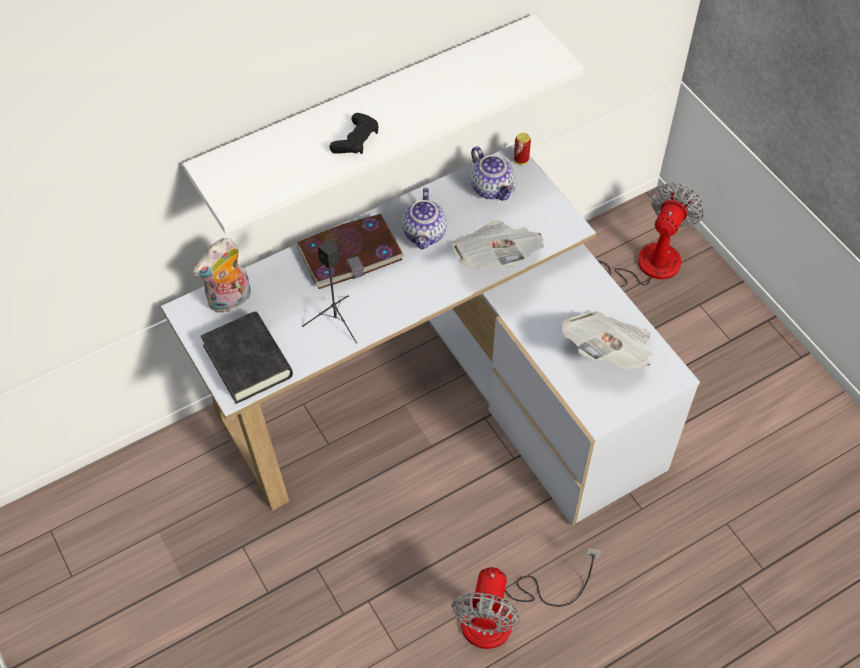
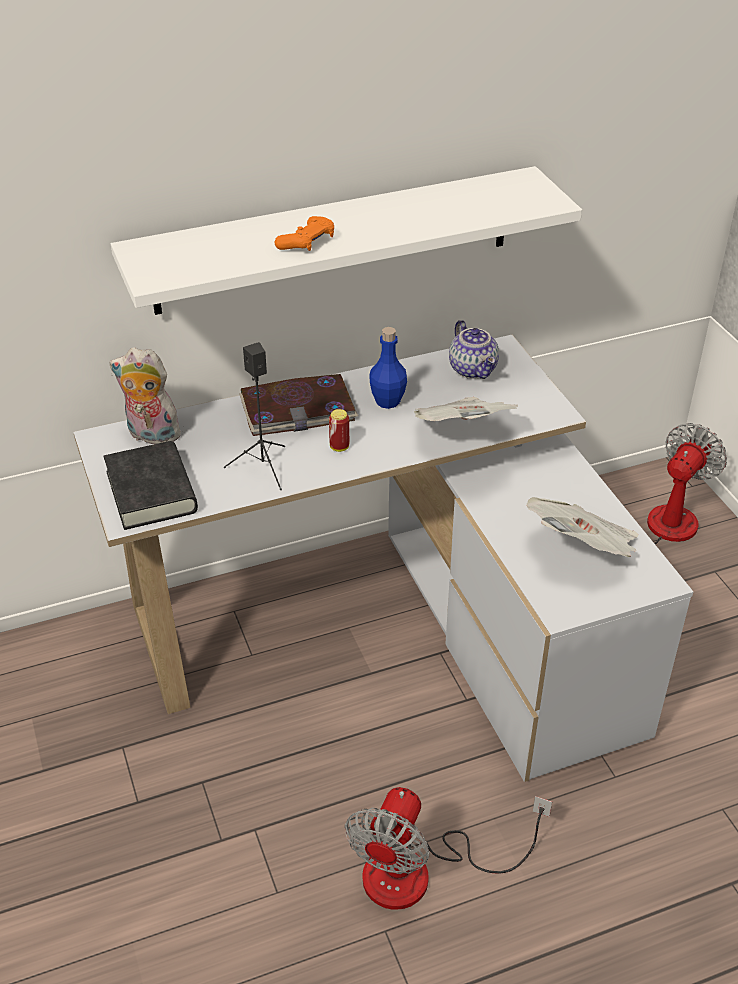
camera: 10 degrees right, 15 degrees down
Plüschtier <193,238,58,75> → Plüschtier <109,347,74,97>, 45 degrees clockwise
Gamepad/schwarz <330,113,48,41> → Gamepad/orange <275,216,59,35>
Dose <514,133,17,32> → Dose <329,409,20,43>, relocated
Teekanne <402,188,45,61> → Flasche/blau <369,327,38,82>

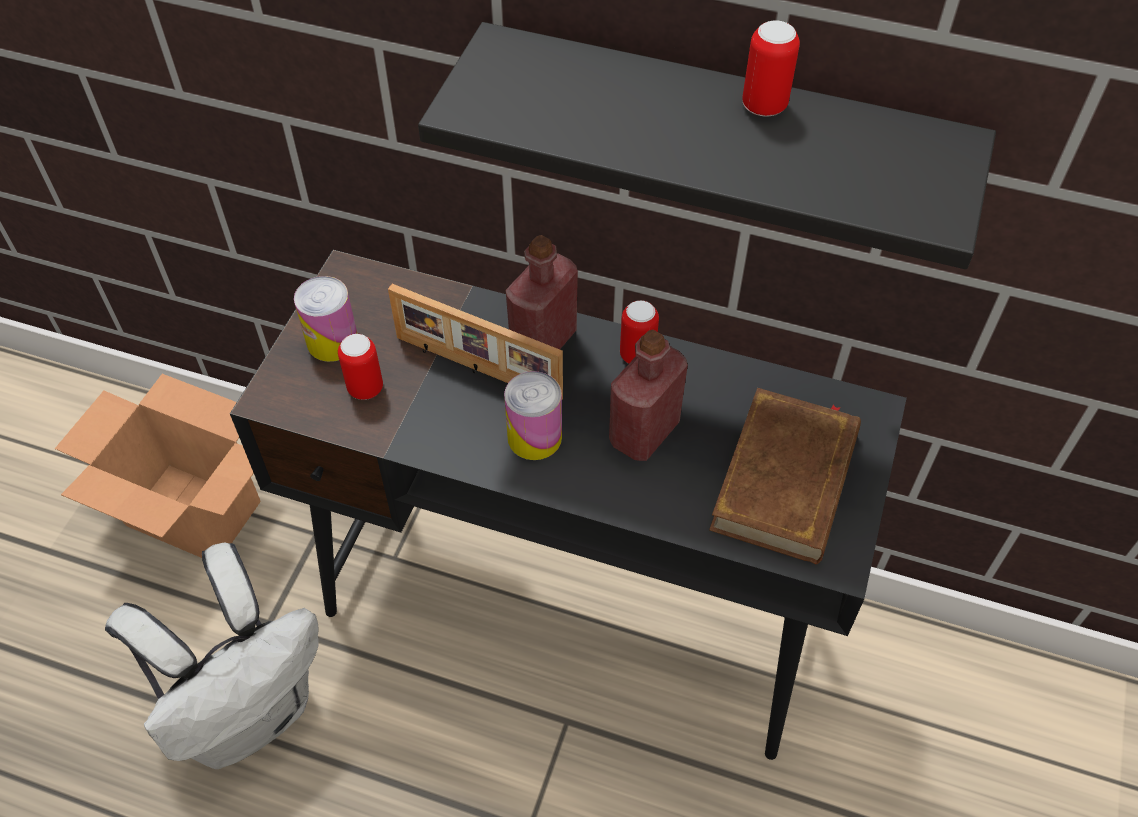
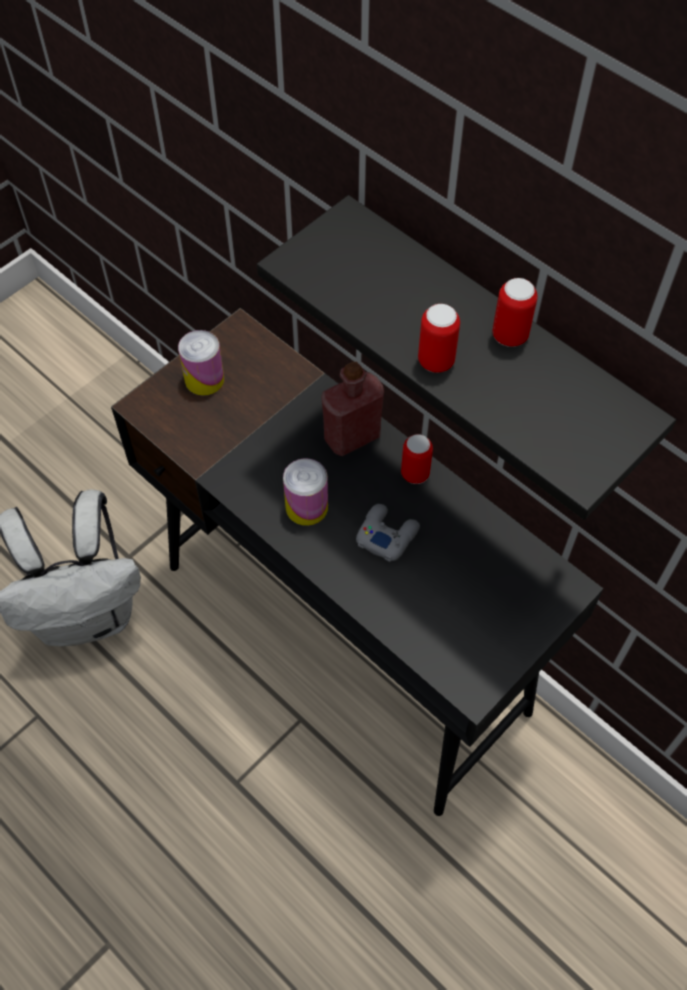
camera: 25 degrees right, 5 degrees up
Flasche/rot <609,330,79,131> → Gamepad/grau <356,504,64,58>
Dose <338,334,45,66> → Dose <418,304,42,69>, relocated
Karton <55,374,205,184> → -
Bilderrahmen <388,284,175,115> → -
Buch/braun <709,388,152,176> → -

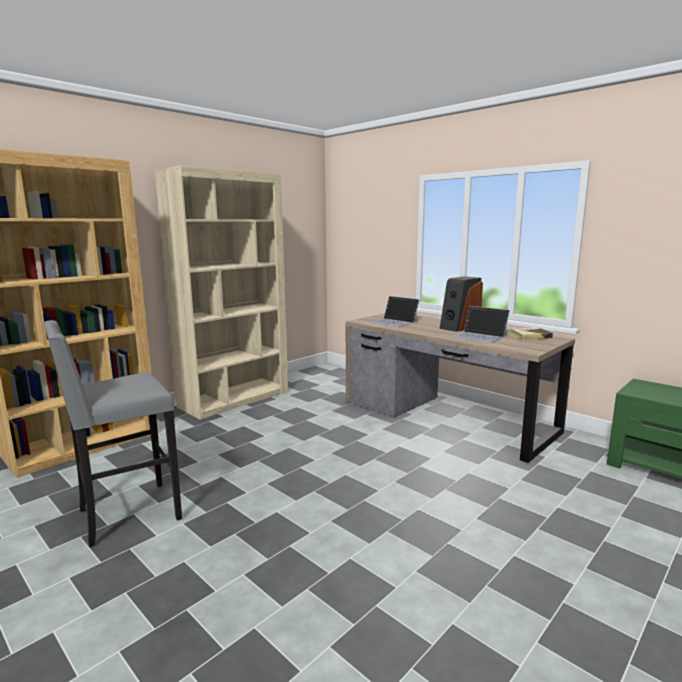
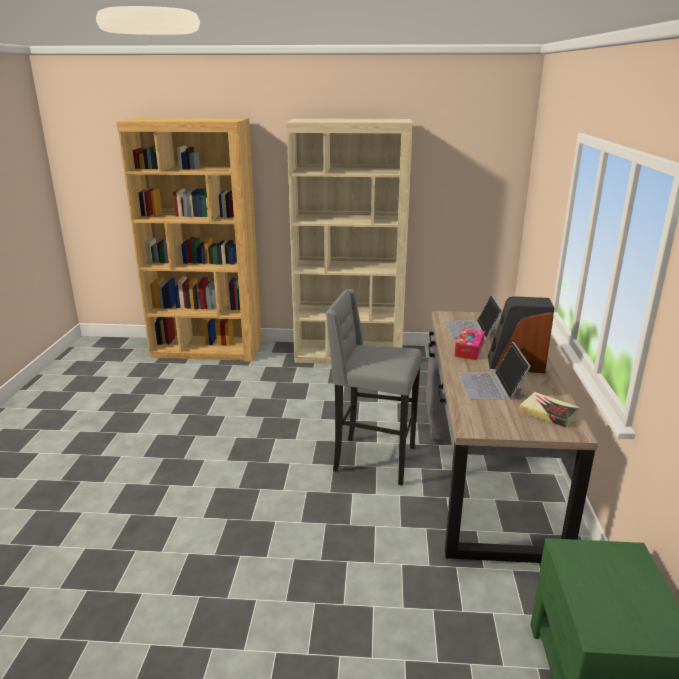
camera: 50 degrees right, 10 degrees up
Hocker/grau <43,320,139,227> → Hocker/grau <326,289,96,197>, relocated
- → Taschentuchbox <454,328,31,32>

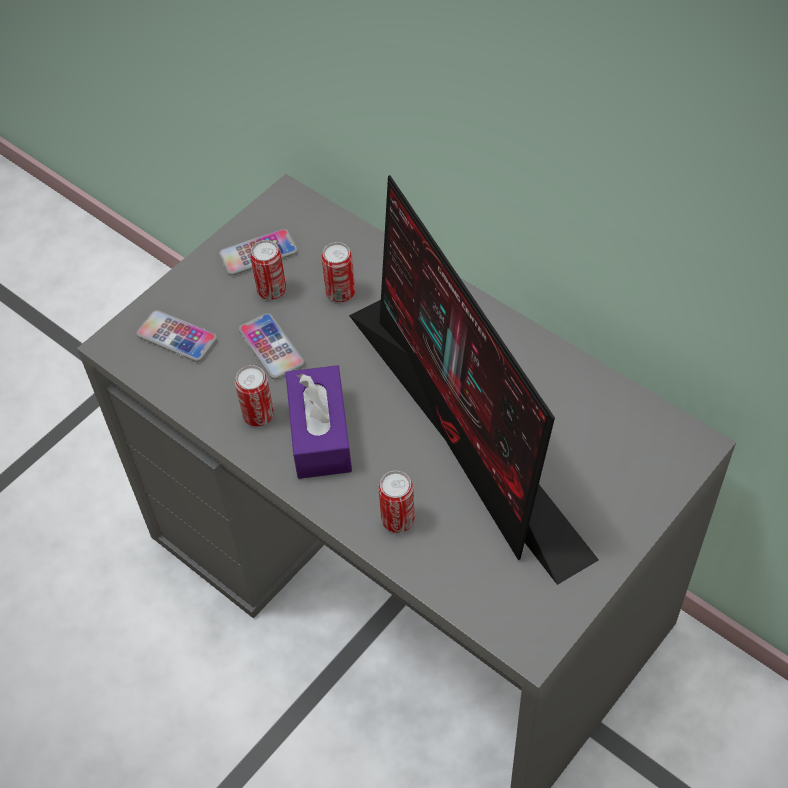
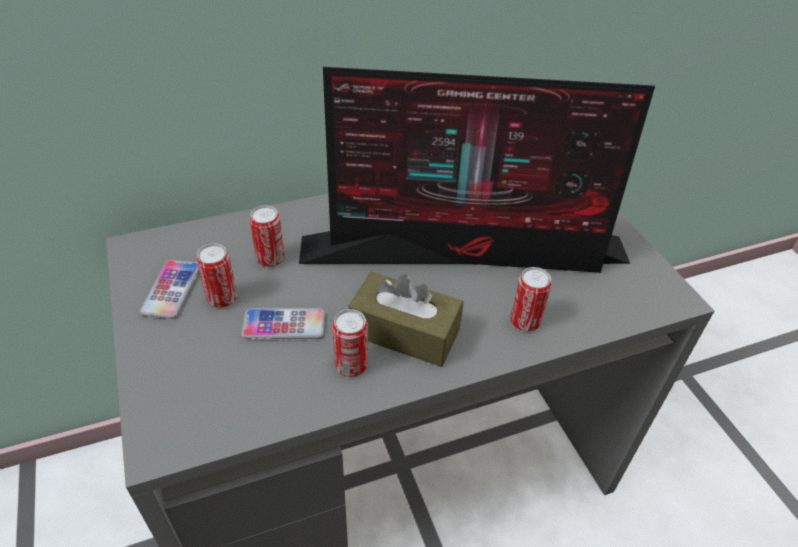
camera: 65 degrees left, 10 degrees down
Taschentuchbox/lila <286,365,66,114> → Taschentuchbox/braun <348,272,116,95>
Handy <136,310,81,52> → -

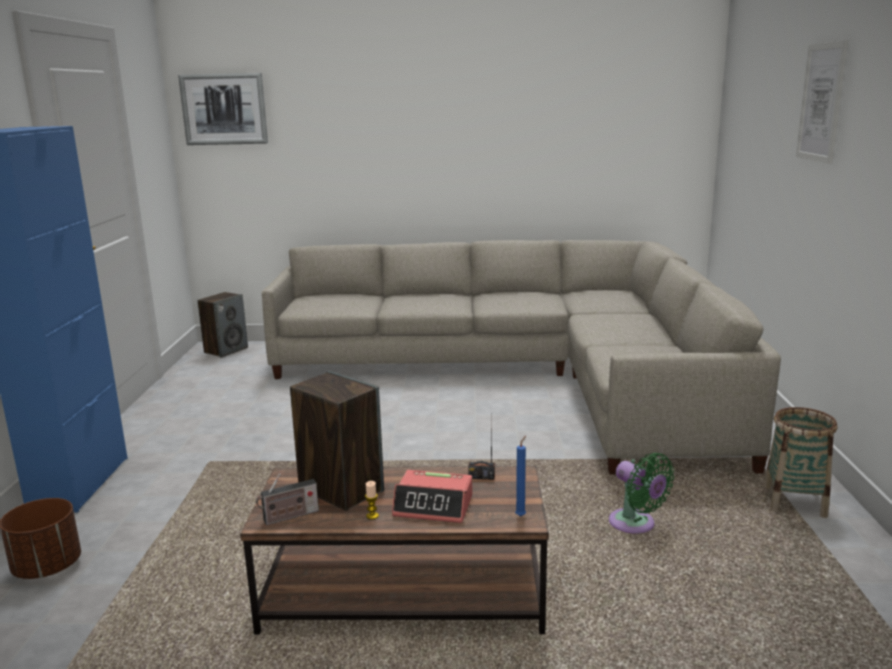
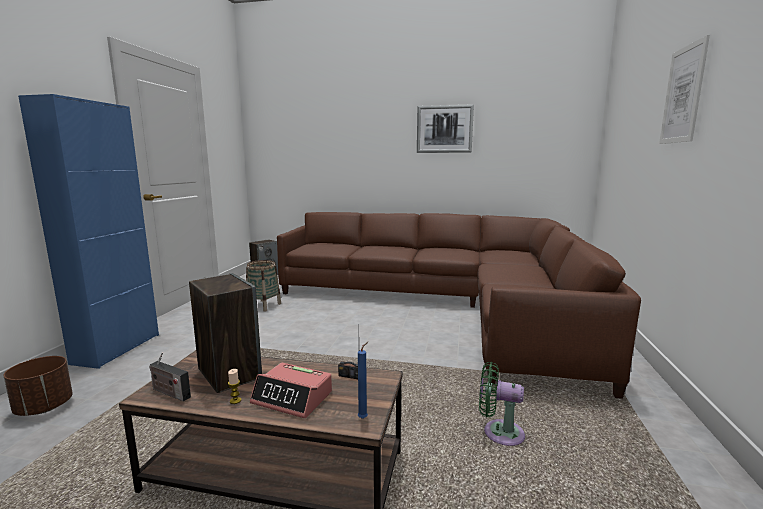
camera: 10 degrees right, 5 degrees down
Radio <256,473,63,52> → Radio <150,352,41,50>, 45 degrees clockwise
Korb <764,407,74,111> → Korb <246,260,35,51>, relocated
Sofa/grau <262,240,519,235> → Sofa/braun <277,212,364,187>
Bild <178,73,90,72> → Bild <417,104,57,49>, relocated
Ventilator/grün <609,453,65,81> → Ventilator/grün <479,362,46,84>, 135 degrees clockwise

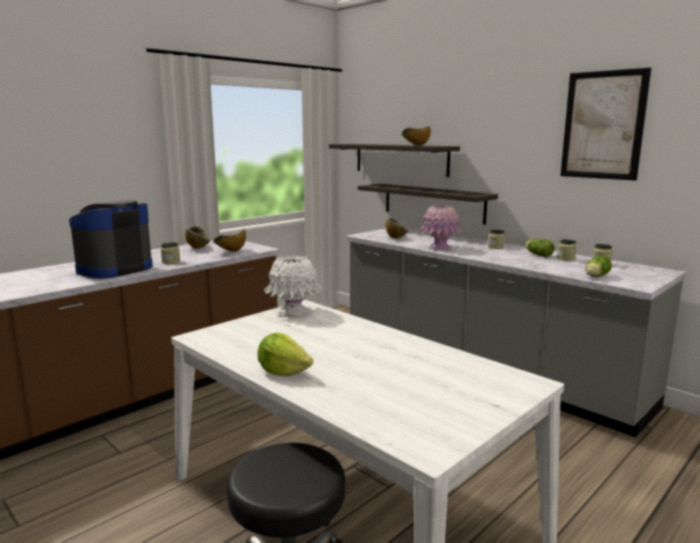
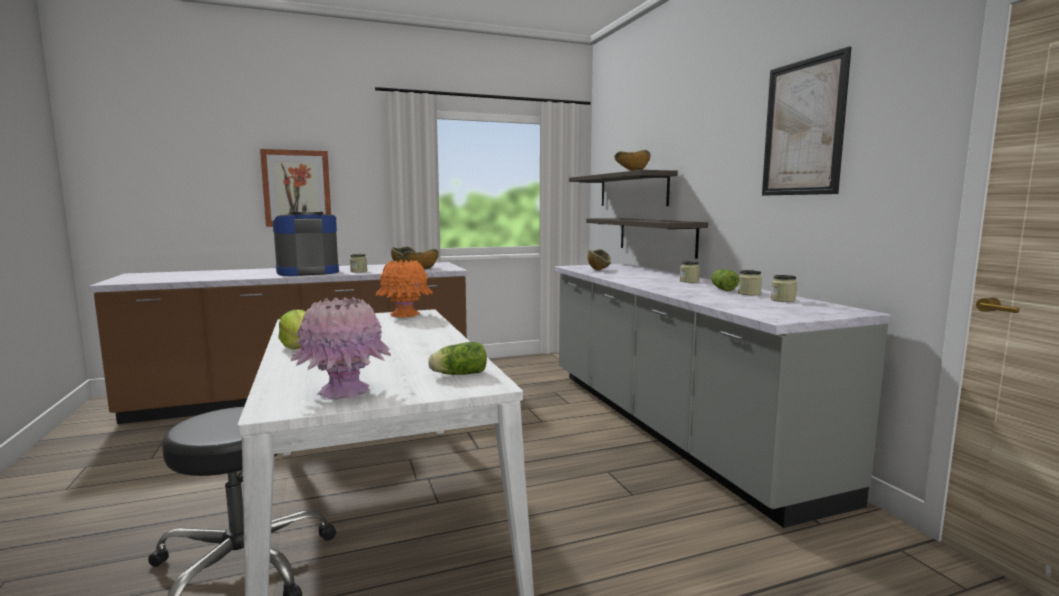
camera: 25 degrees right, 5 degrees down
- → Bild <260,149,71,78>
Vase/rosa <419,205,44,45> → Vase/rosa <291,297,100,102>, relocated
Vase/weiß <264,255,58,61> → Vase/orange <375,260,58,58>
Salatkopf <585,256,27,21> → Salatkopf <428,342,59,33>, relocated

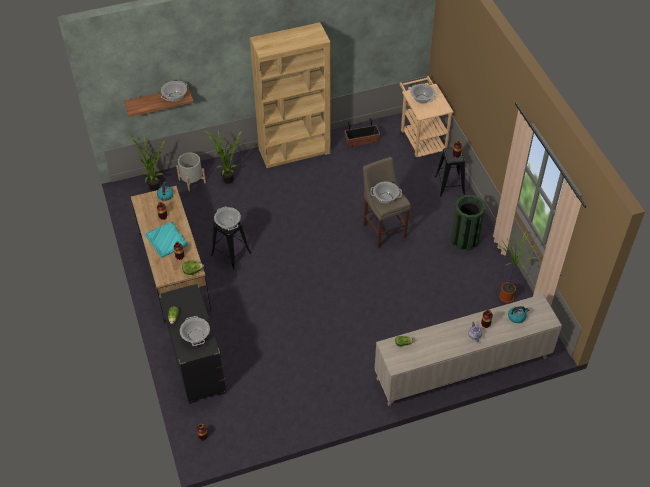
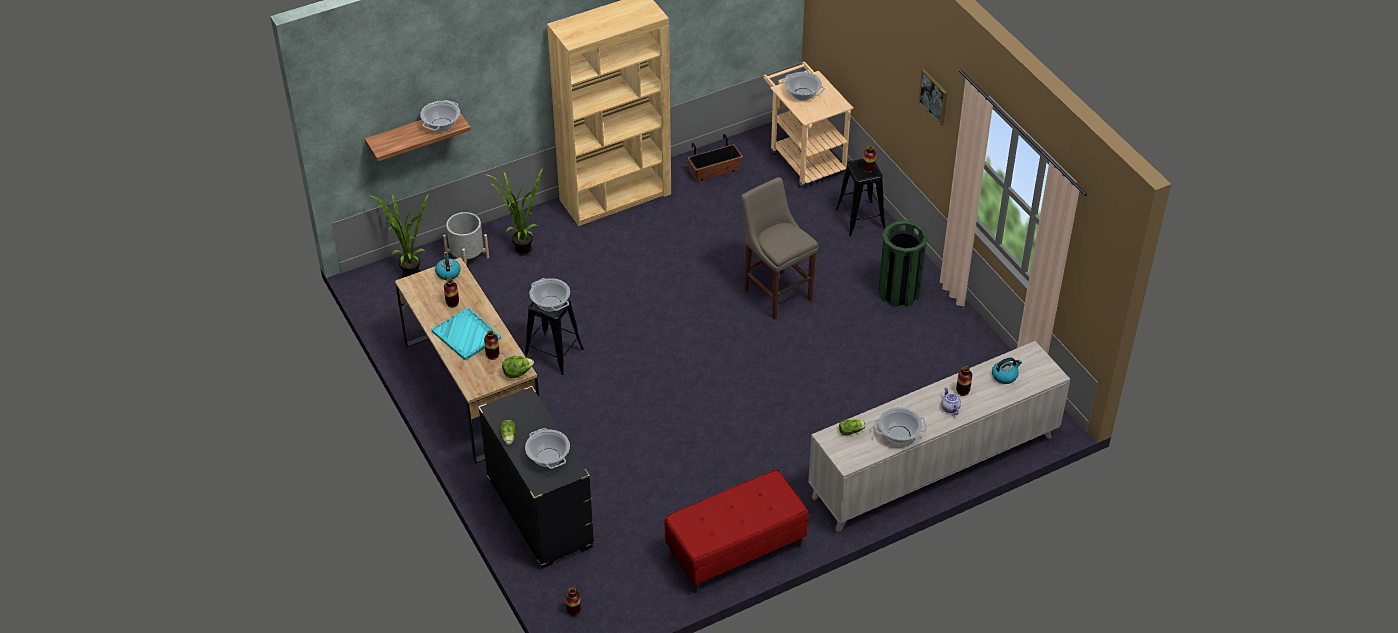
camera: 10 degrees left, 5 degrees down
- → Bank/rot <664,470,144,123>
Kochtopf <370,181,32,22> → Kochtopf <874,407,53,37>, relocated
- → Bild <918,69,29,57>
Topfpflanze <499,230,39,73> → -

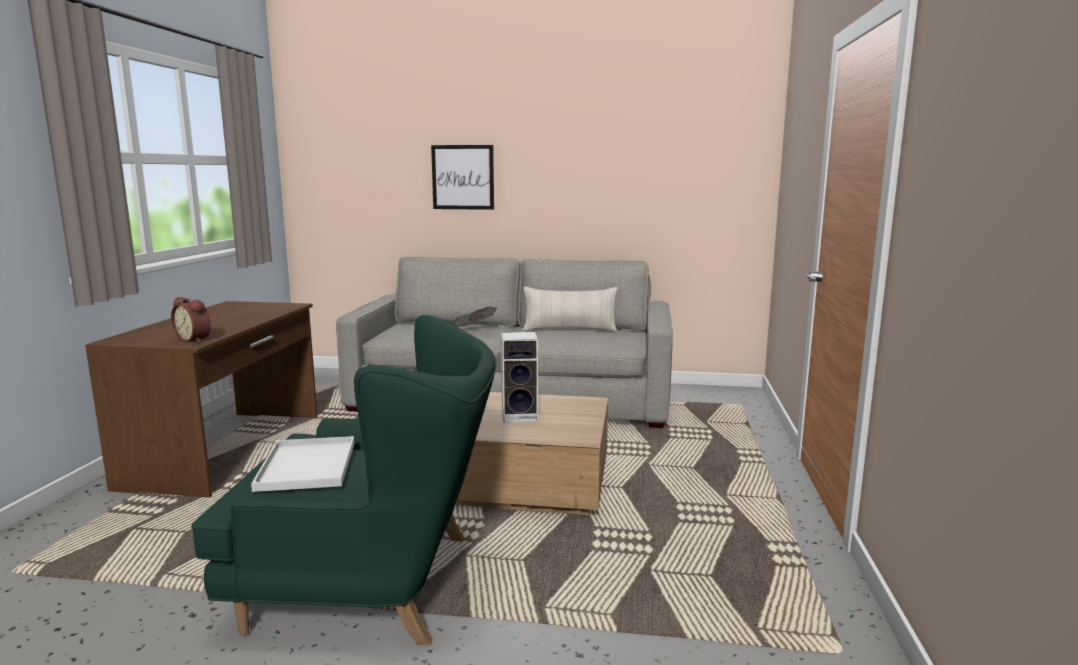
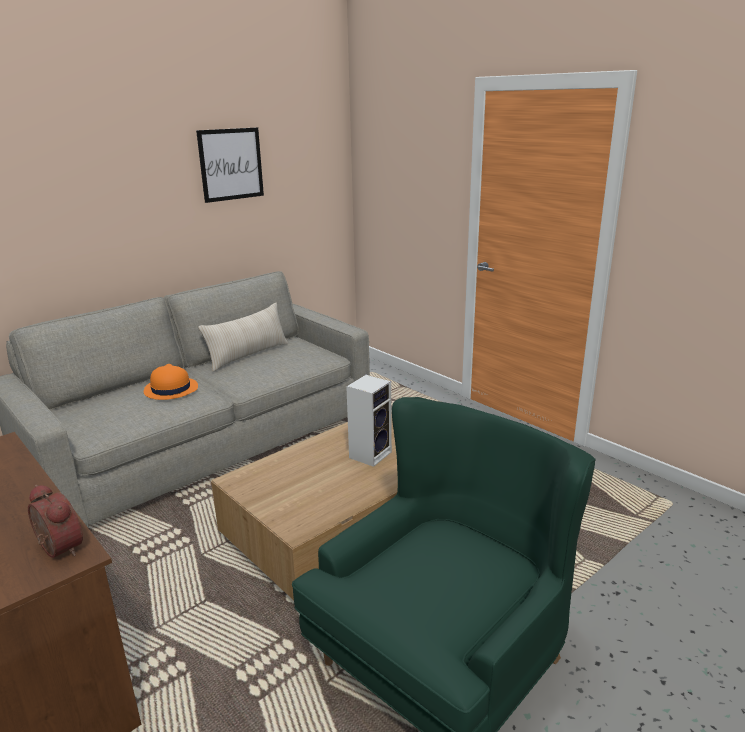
camera: 50 degrees left, 10 degrees up
Wecker <171,297,40,46> → Wecker <28,485,55,73>, 120 degrees counterclockwise
Zeitung <452,306,45,21> → Hut/orange <144,364,54,36>
Bild <431,145,63,65> → Bild <196,127,68,76>, relocated
Tablett/weiß <251,436,103,56> → -

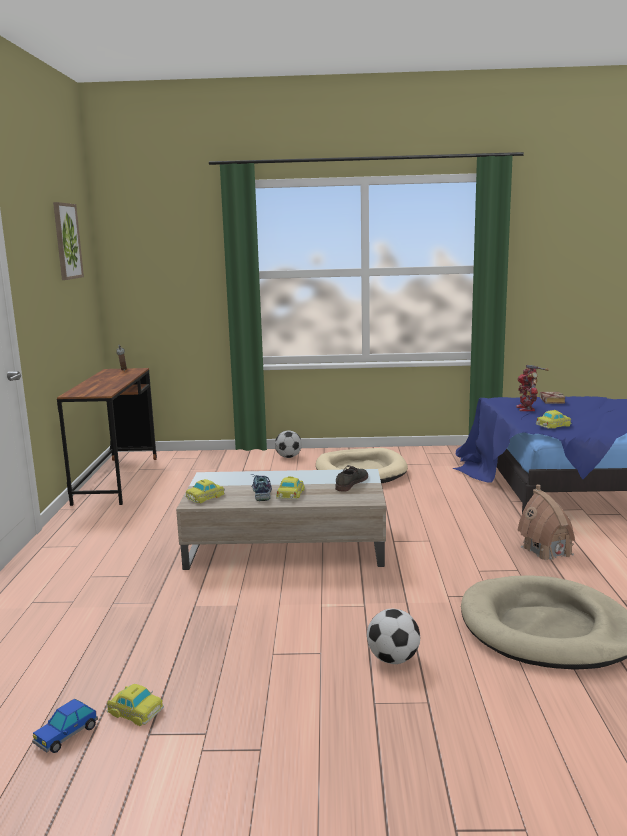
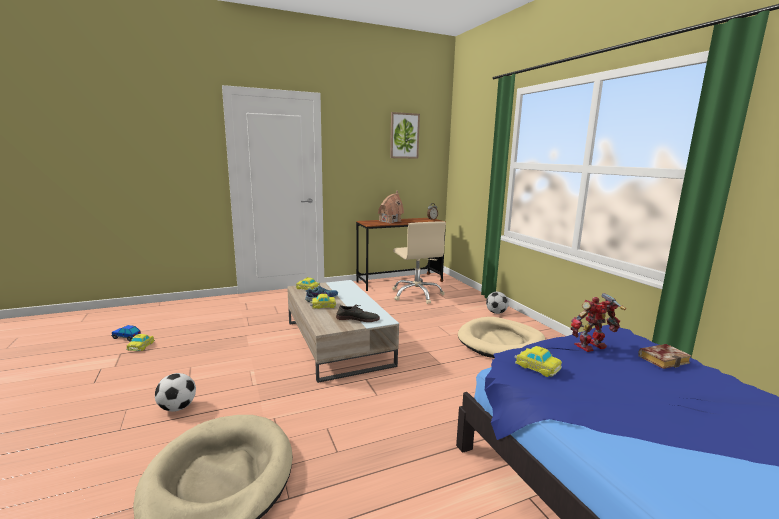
camera: 65 degrees right, 0 degrees up
Spielzeughaus <518,485,57,75> → Spielzeughaus <378,191,26,32>, relocated
- → Bürostuhl/beige <392,222,54,82>

